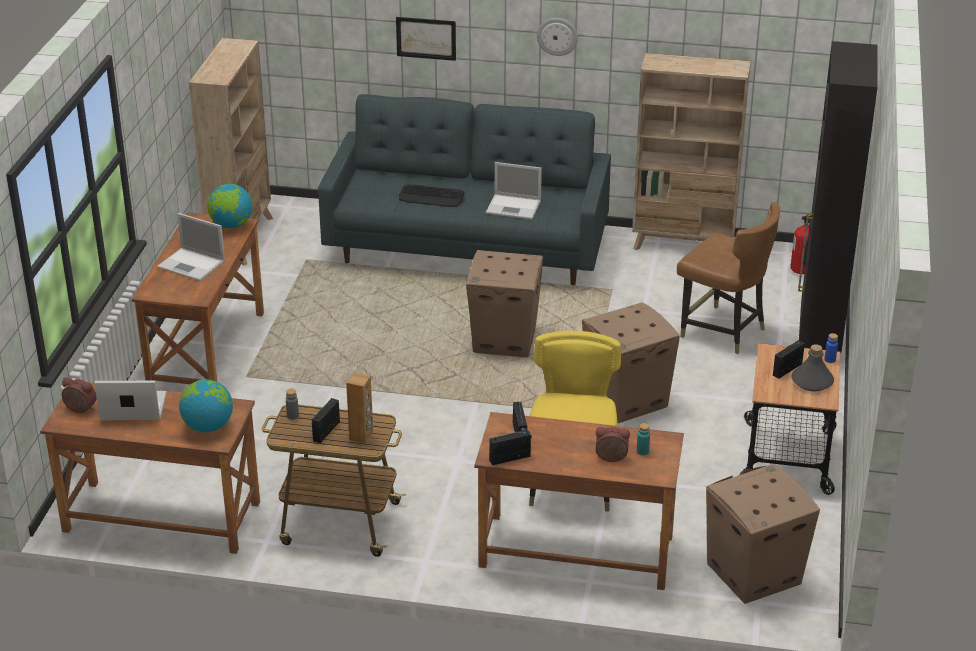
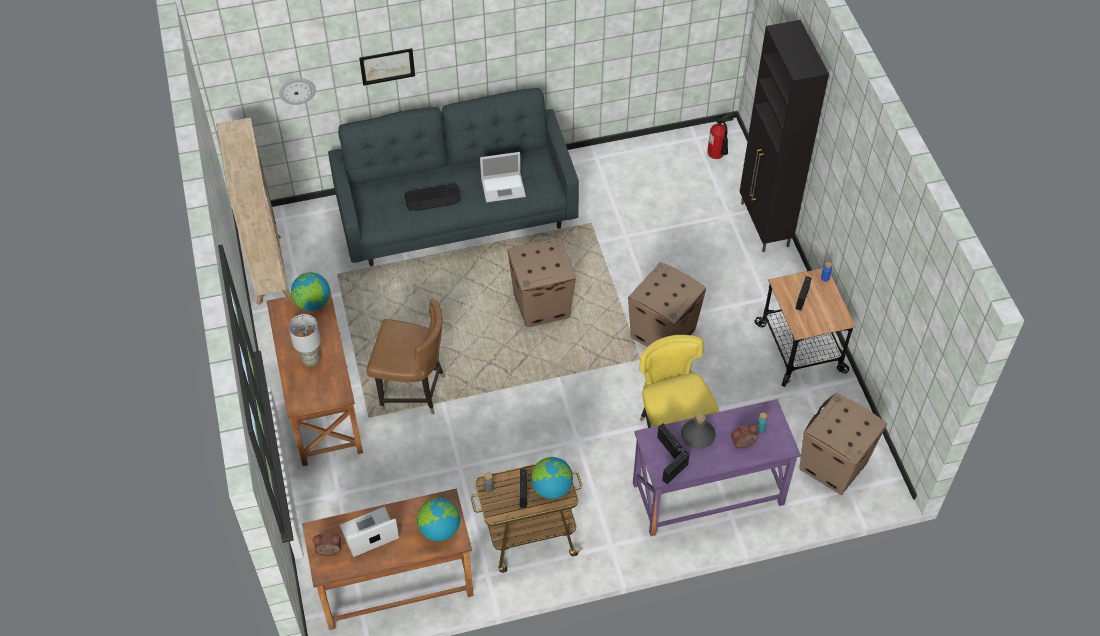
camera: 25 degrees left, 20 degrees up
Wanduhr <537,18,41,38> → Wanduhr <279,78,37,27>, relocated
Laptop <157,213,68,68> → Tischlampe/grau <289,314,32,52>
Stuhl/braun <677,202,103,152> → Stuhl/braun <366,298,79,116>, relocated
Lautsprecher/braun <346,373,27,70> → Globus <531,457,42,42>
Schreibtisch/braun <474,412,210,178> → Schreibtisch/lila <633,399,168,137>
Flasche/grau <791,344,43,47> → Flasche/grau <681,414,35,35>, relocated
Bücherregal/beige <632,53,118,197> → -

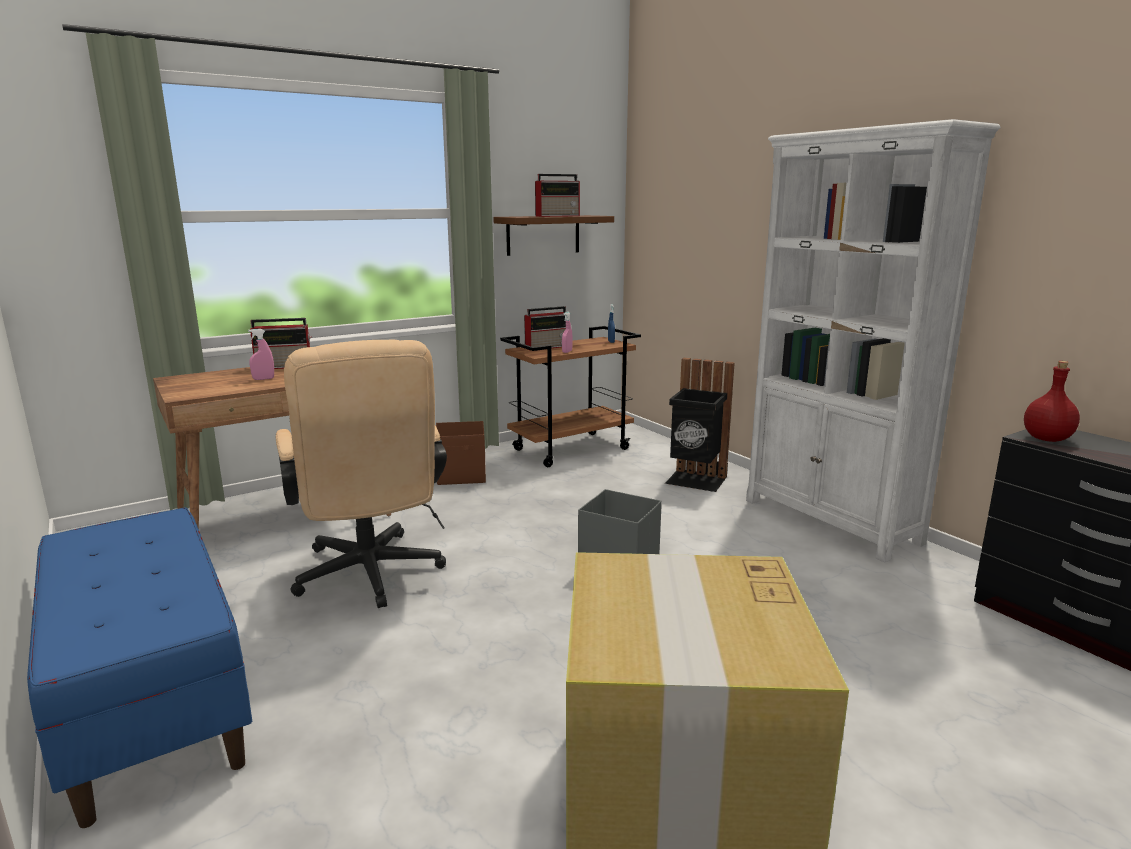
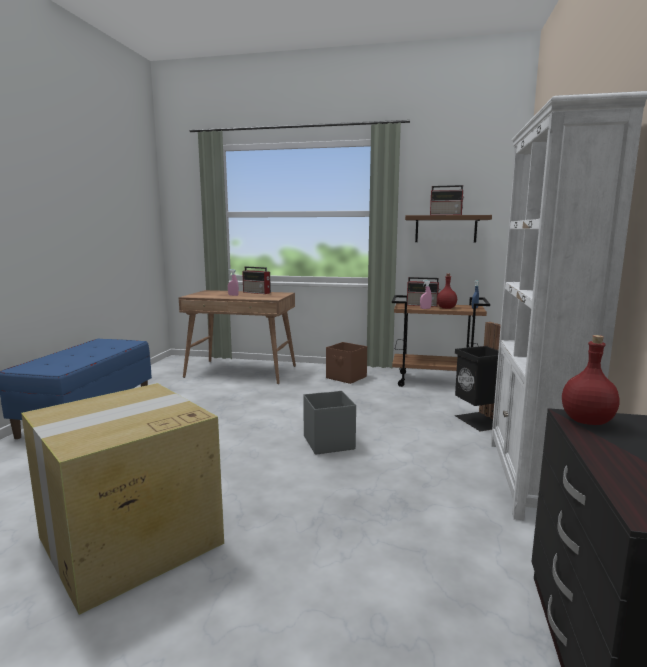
camera: 45 degrees right, 5 degrees down
- → Flasche/rot <437,274,20,35>
Bürostuhl/beige <276,340,171,268> → -

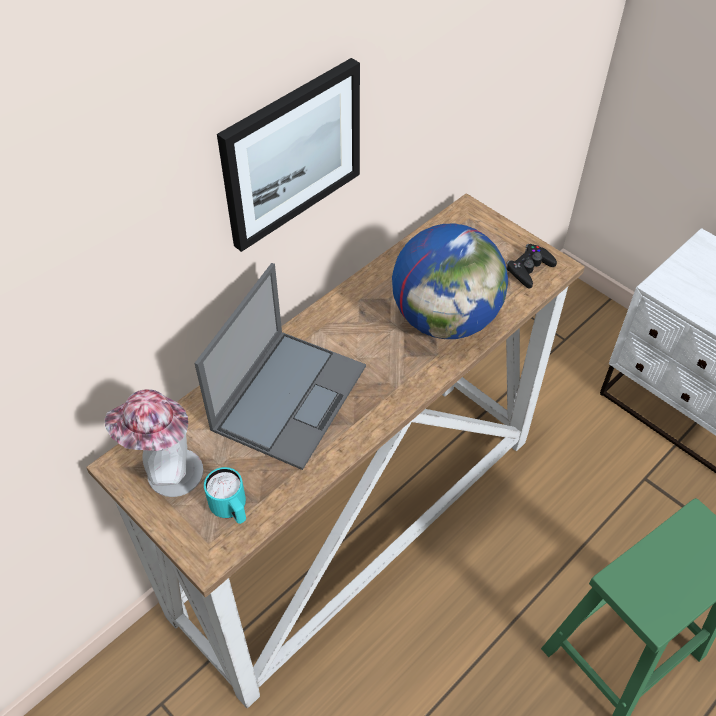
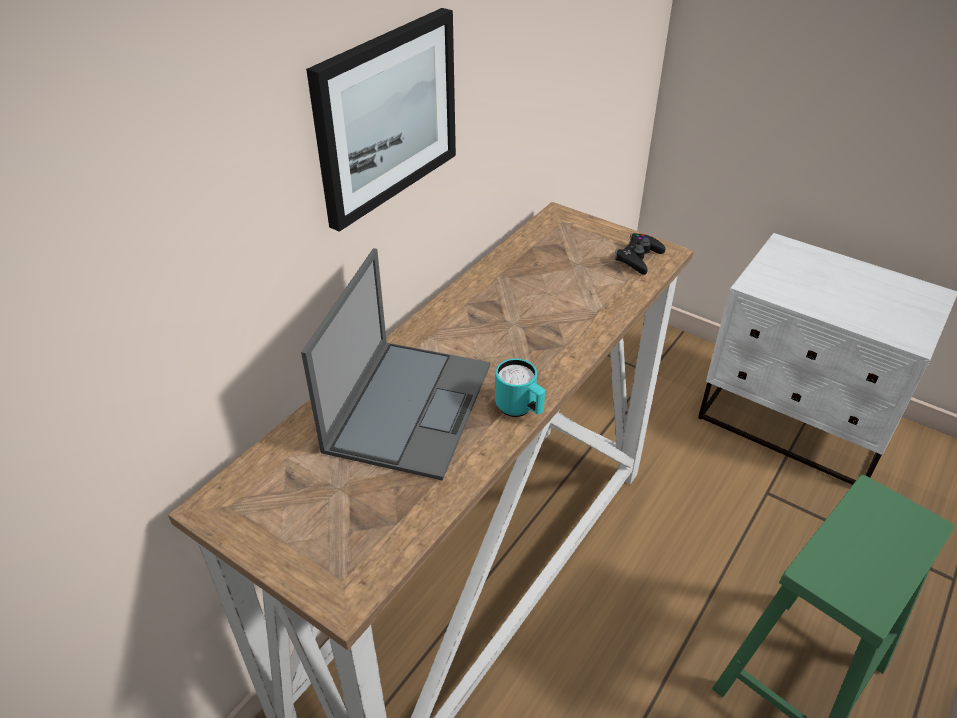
camera: 10 degrees left, 10 degrees down
Henkelbecher/türkis <204,467,42,57> → Henkelbecher/türkis <495,358,50,59>, relocated
Hut <105,389,98,108> → -
Globus <392,224,116,115> → -

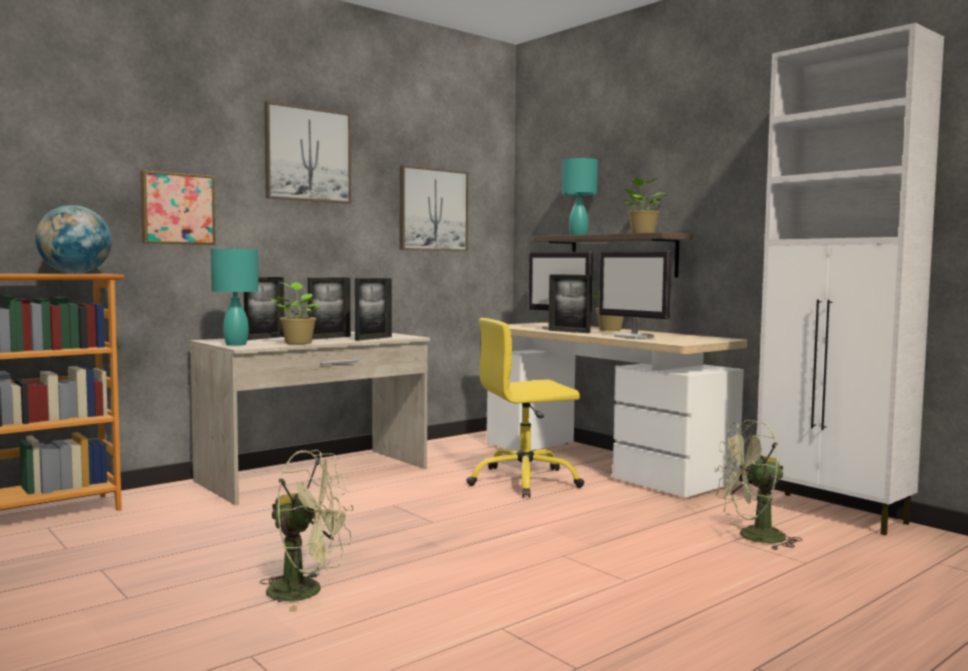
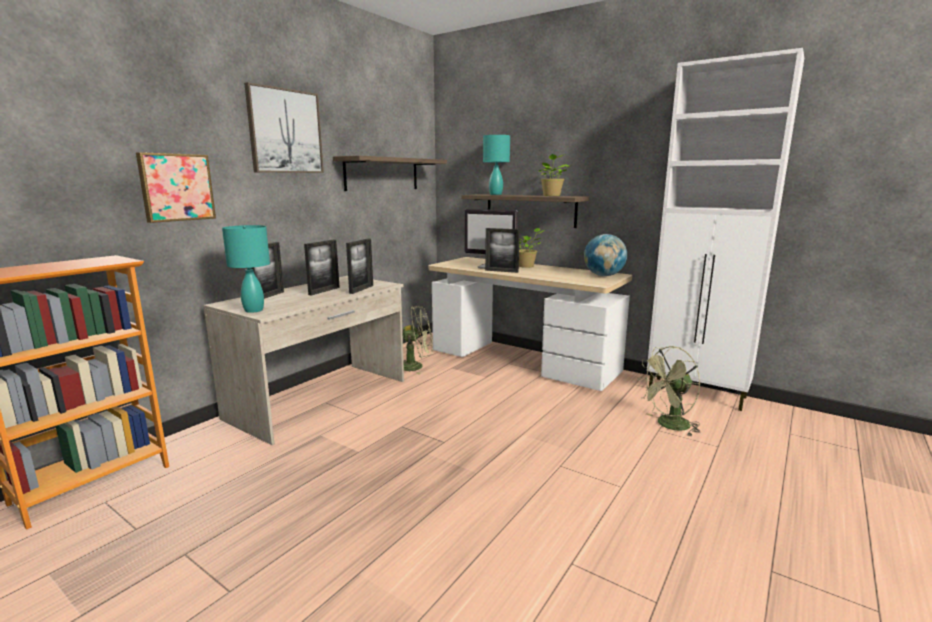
camera: 15 degrees left, 10 degrees up
Bild <400,165,69,86> → Wandregal <333,156,114,35>
Ventilator/grün <260,450,93,162> → Ventilator/grün <402,306,31,68>, relocated
Globus <35,205,77,69> → Globus <584,234,43,42>, relocated
Topfpflanze <272,282,48,62> → -
Bürostuhl/gelb <466,318,119,180> → -
Monitor <599,250,73,89> → -

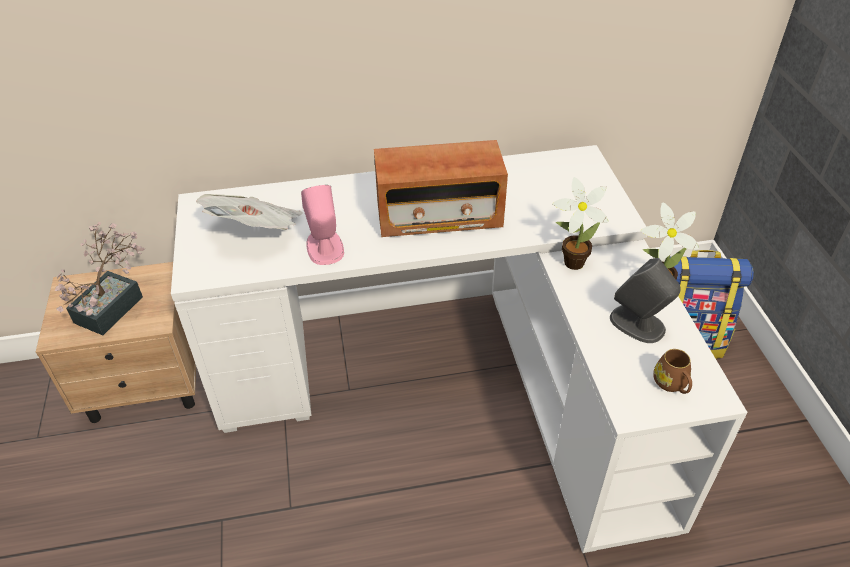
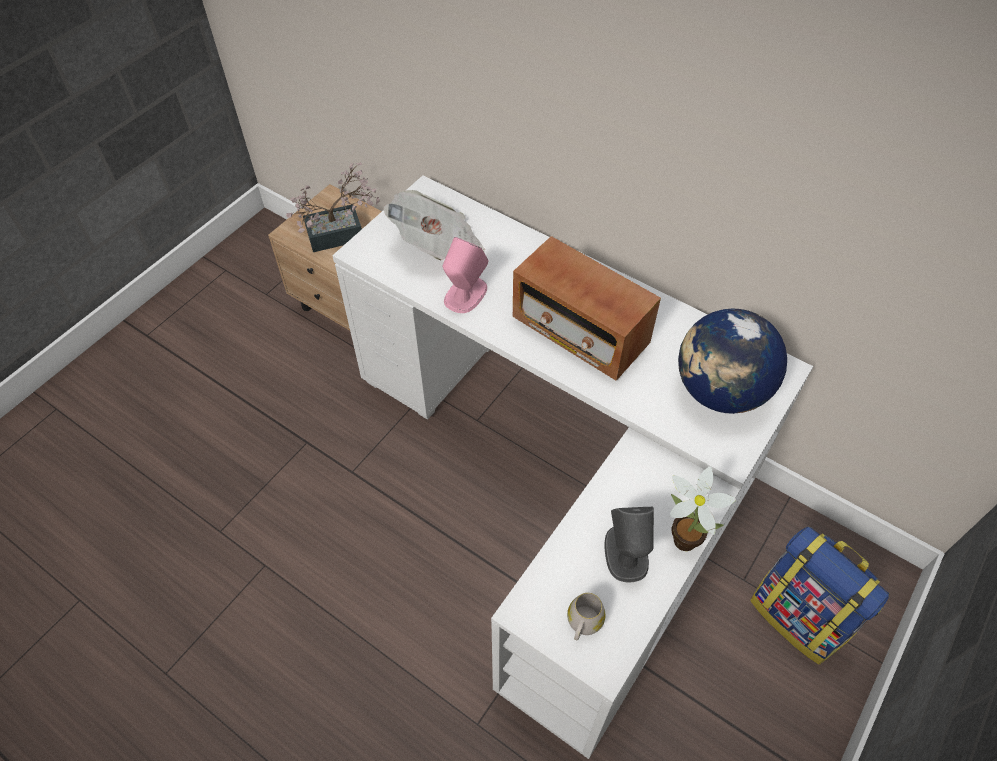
camera: 45 degrees right, 10 degrees up
Henkelbecher/braun <653,349,39,45> → Henkelbecher/weiß <567,593,38,48>
- → Globus <678,309,109,105>
Topfpflanze <552,177,56,93> → -

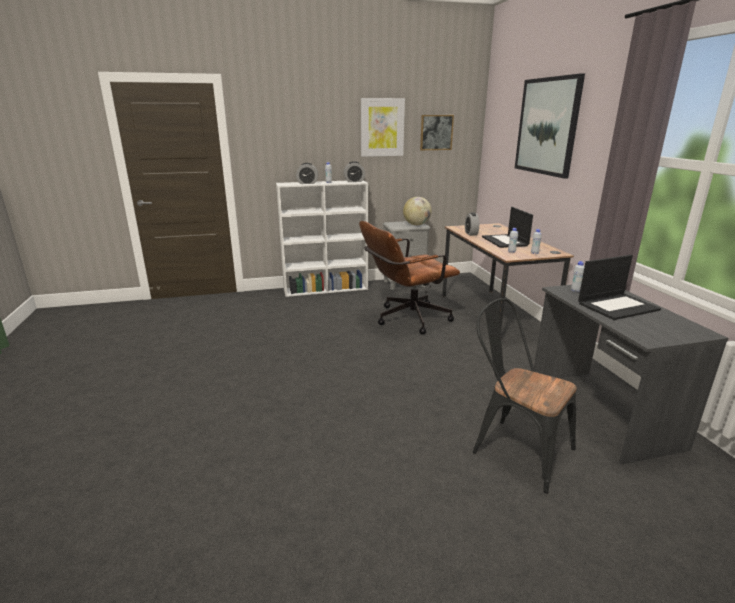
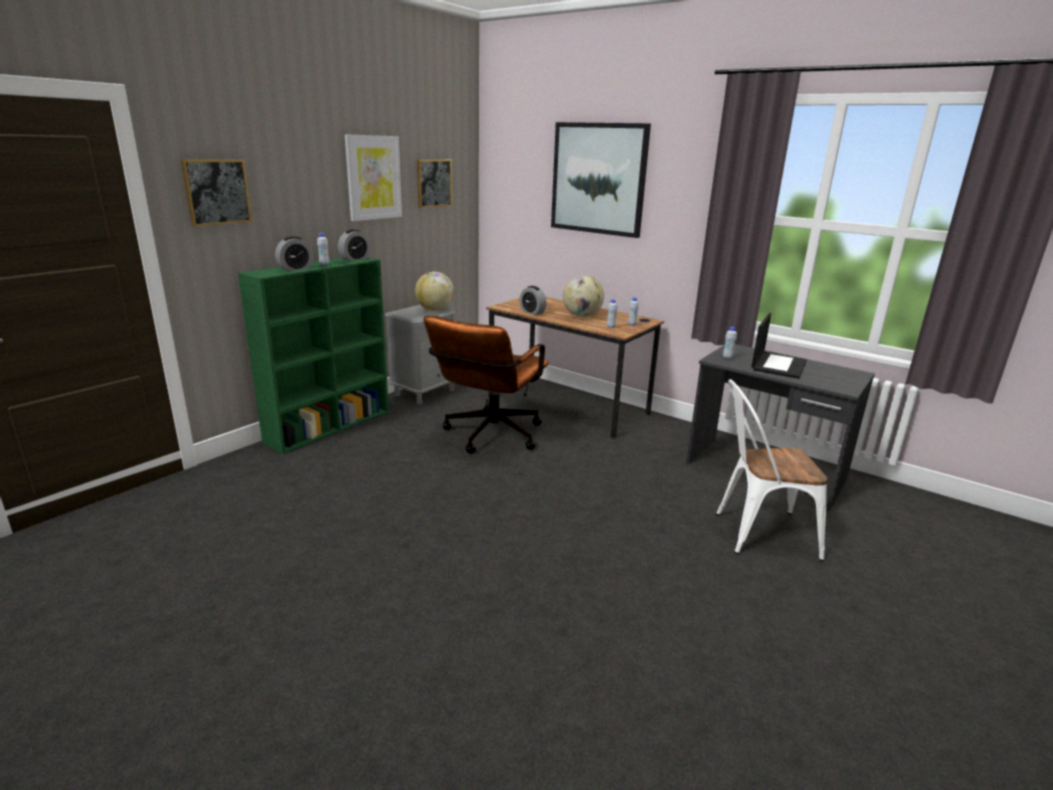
camera: 40 degrees left, 0 degrees up
- → Bild <181,160,71,67>
Bücherregal/weiß <276,180,92,117> → Bücherregal/grün <238,257,151,197>
Laptop <482,207,51,41> → Globus <563,275,41,42>
Stuhl/schwarz <473,298,104,196> → Stuhl/weiß <716,379,112,182>

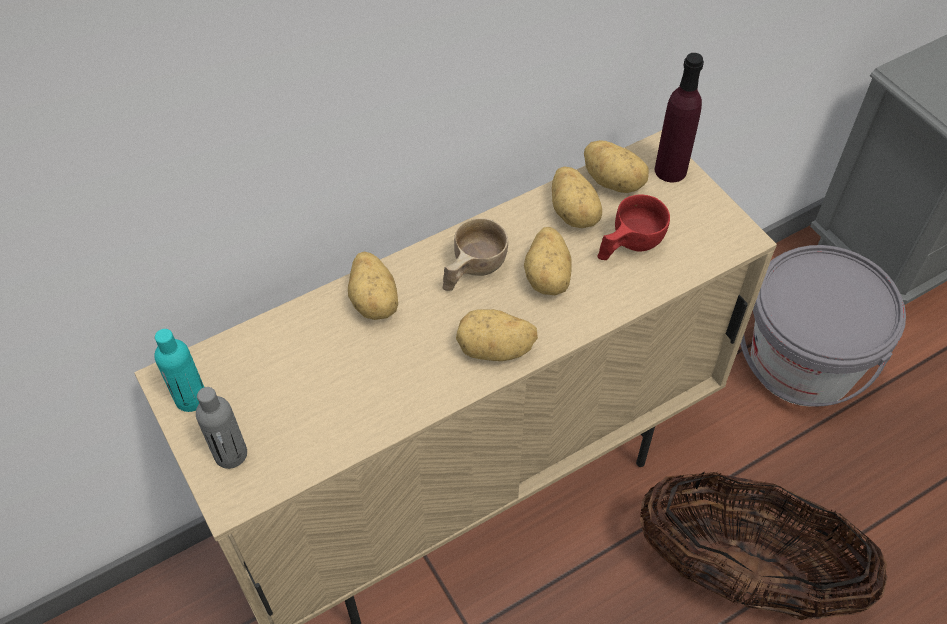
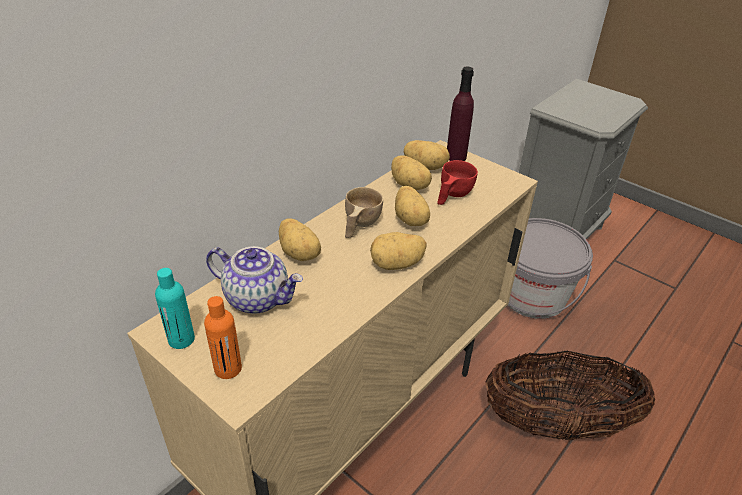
camera: 20 degrees left, 15 degrees down
Flasche/grau <196,387,51,82> → Flasche/orange <204,296,38,83>
- → Teekanne <206,246,97,68>

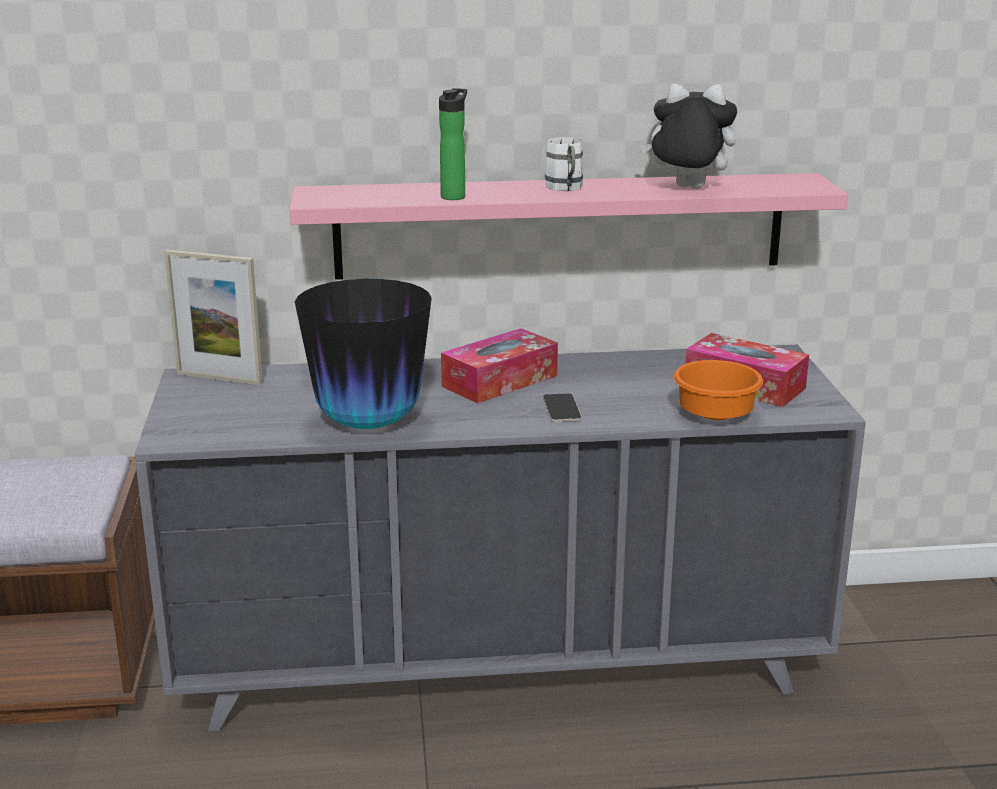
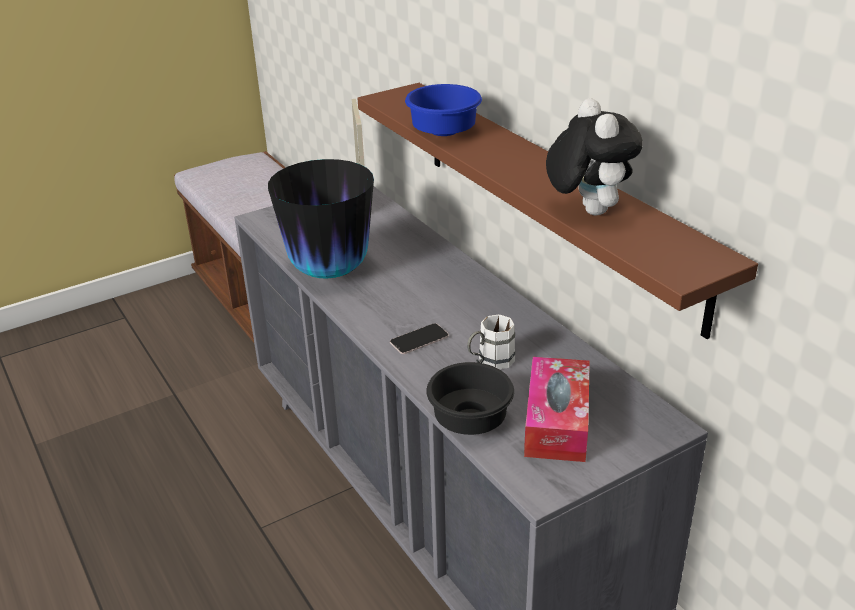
camera: 65 degrees right, 10 degrees up
Wandregal/rosa <290,173,558,107> → Wandregal/braun <357,83,401,256>
Flasche <439,88,28,112> → Schüssel/blau <405,84,77,52>
Schüssel/orange <674,360,89,60> → Schüssel/schwarz <426,362,88,73>
Henkelbecher/weiß <545,137,38,54> → Henkelbecher/weiß <468,314,47,55>, relocated
Taschentuchbox <441,328,117,76> → -

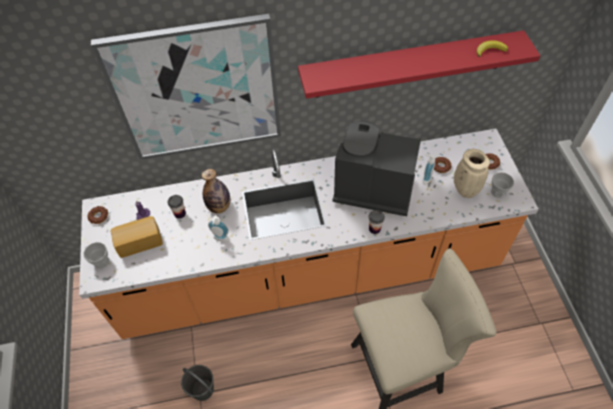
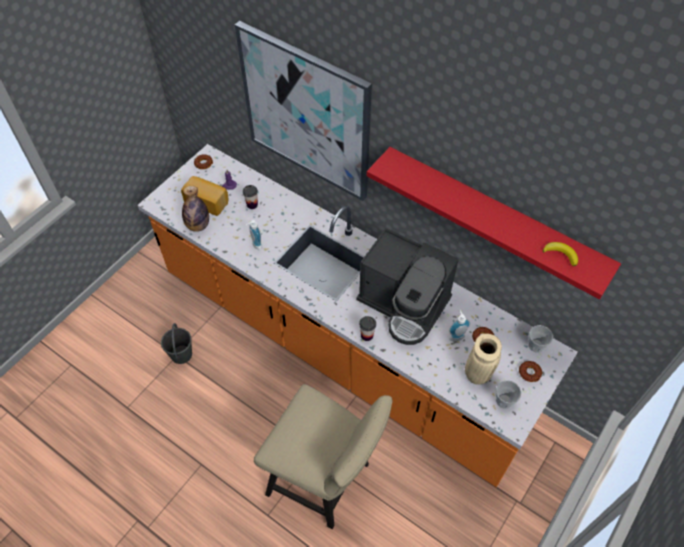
camera: 45 degrees right, 0 degrees up
Flasche <201,169,30,45> → Flasche <182,186,27,46>, relocated
Kaffeemaschine <333,121,88,95> → Kaffeemaschine <356,228,103,117>, 150 degrees clockwise
Tasse <83,242,26,27> → Tasse <528,325,25,28>, relocated

